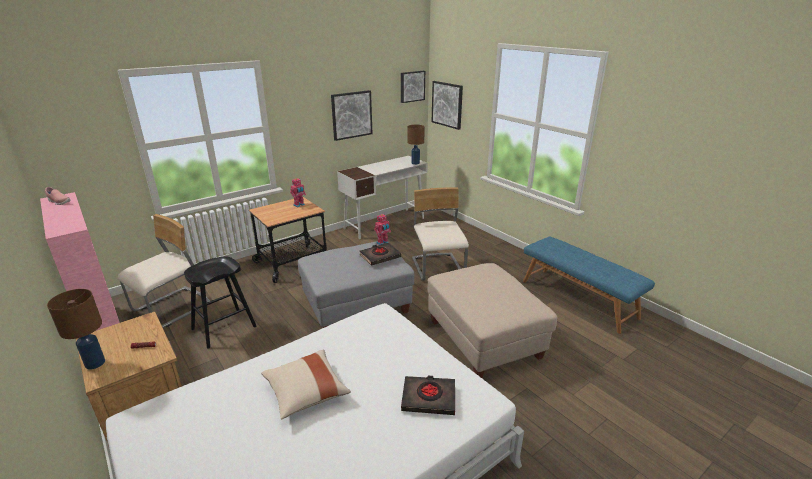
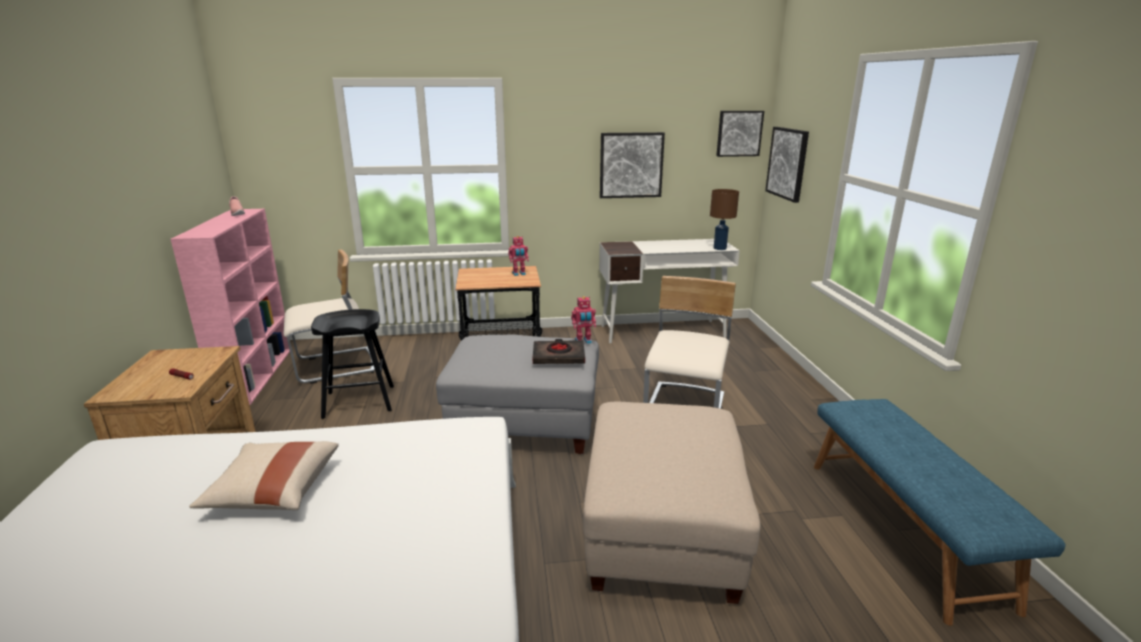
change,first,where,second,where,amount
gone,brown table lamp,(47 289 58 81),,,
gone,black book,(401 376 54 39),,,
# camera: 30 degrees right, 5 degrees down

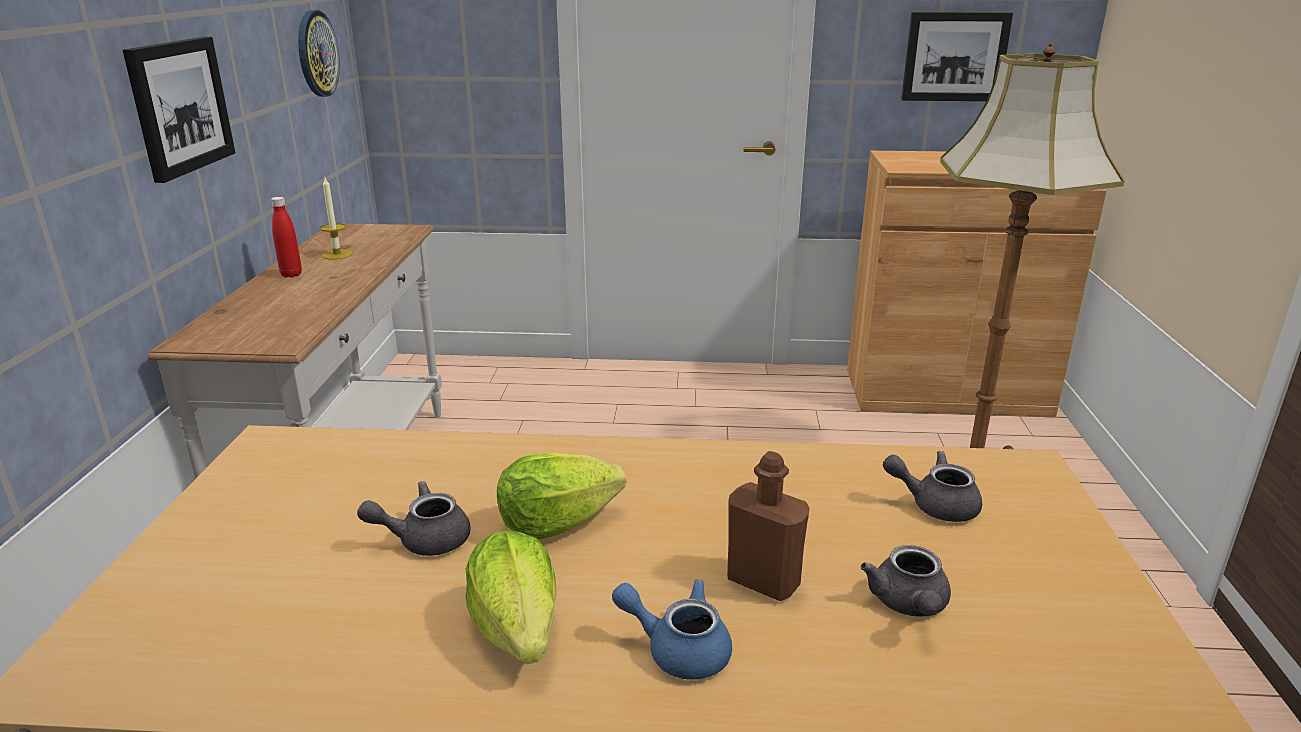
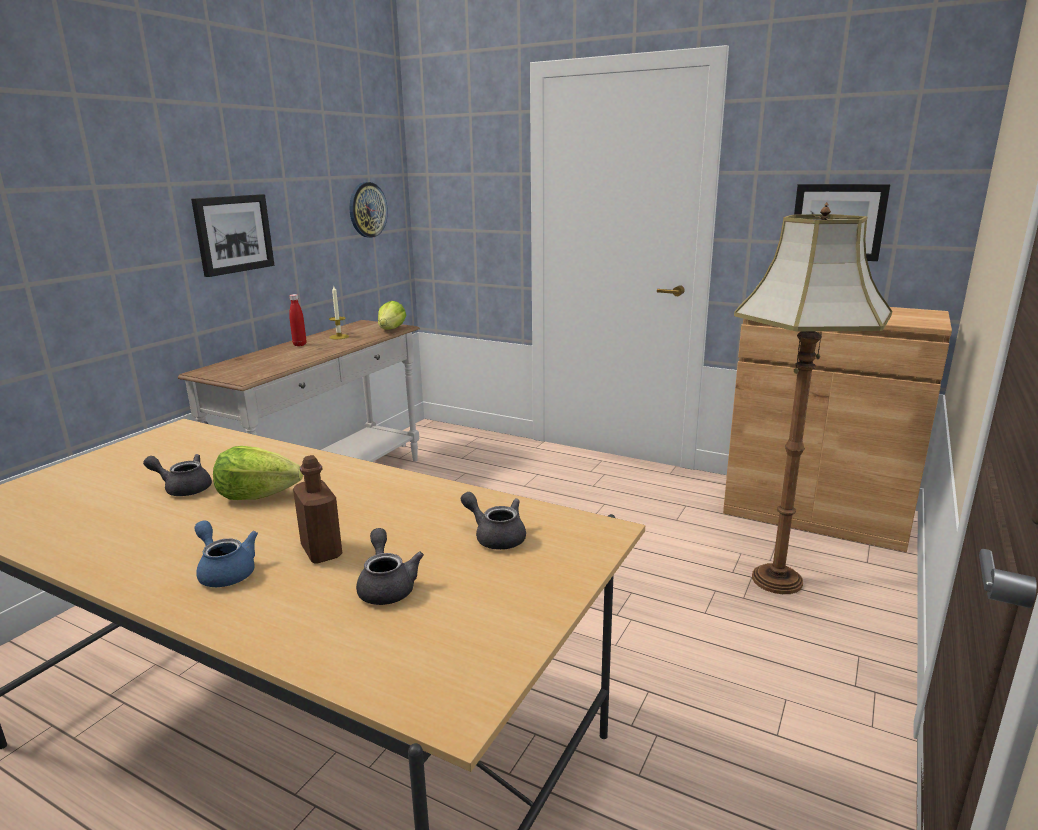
change,first,where,second,where,amount
shifted,lettuce,(465 531 92 133),,(378 301 29 29),
rotated,grey teapot,(861 545 90 72),,(356 528 68 77),135 degrees clockwise
# camera: 25 degrees right, 5 degrees down

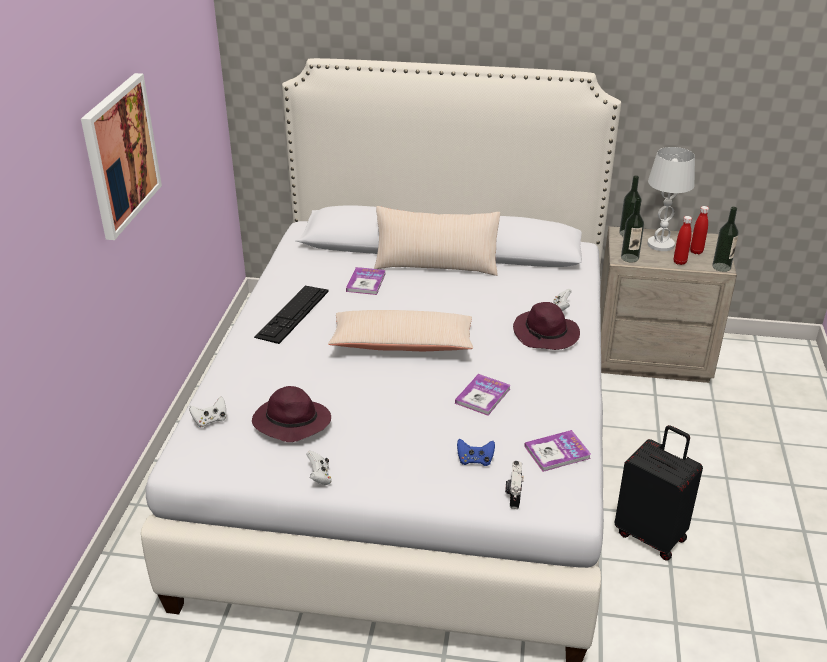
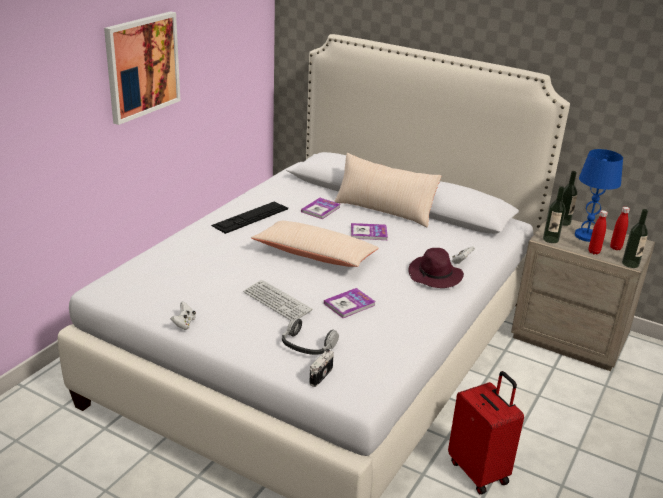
change,first,where,second,where,amount
gone,white game controller,(189 396 38 32),,,
gone,purple hat,(252 386 79 56),,,
new,,,keyboard,(243 280 69 40),
shifted,book,(524 430 67 42),,(351 223 37 17),
swapped,blue game controller,(457 439 38 27),headphones,(282 318 57 37),
repainted,black suitcase,(615 425 88 136),red suitcase,(448 371 76 124),
repainted,white table lamp,(647 147 48 104),blue table lamp,(575 149 48 93),
# camera: 20 degrees right, 5 degrees down

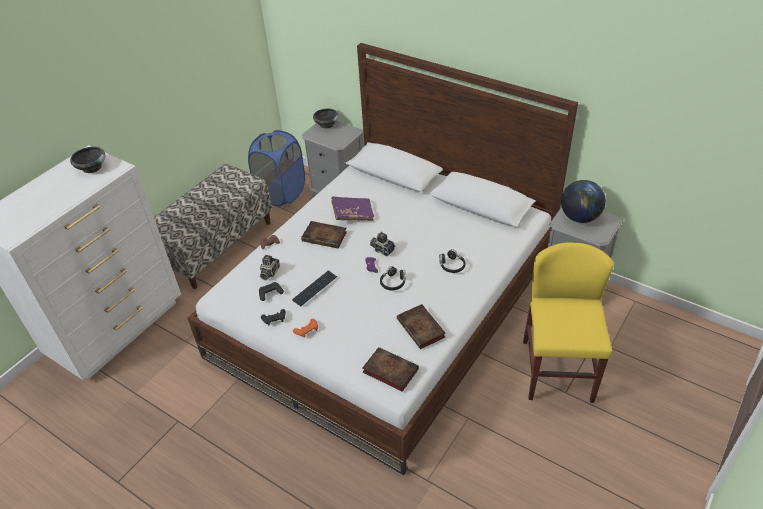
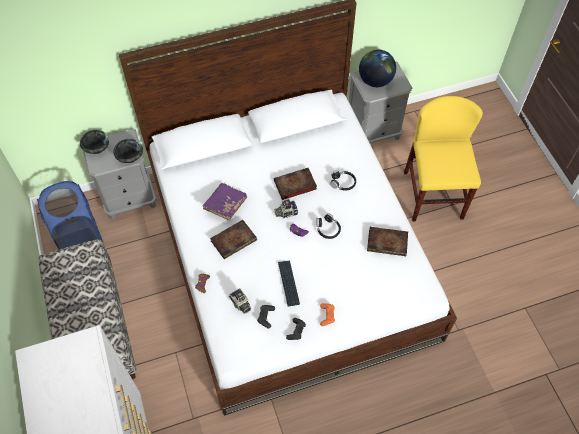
change,first,where,second,where,amount
shifted,black bowl,(70 147 35 26),,(113 139 30 24),
shifted,book,(362 347 57 45),,(274 168 43 32),
rotated,yellow chair,(523 242 91 161),,(404 96 79 125),45 degrees clockwise
# camera: 55 degrees left, 15 degrees up

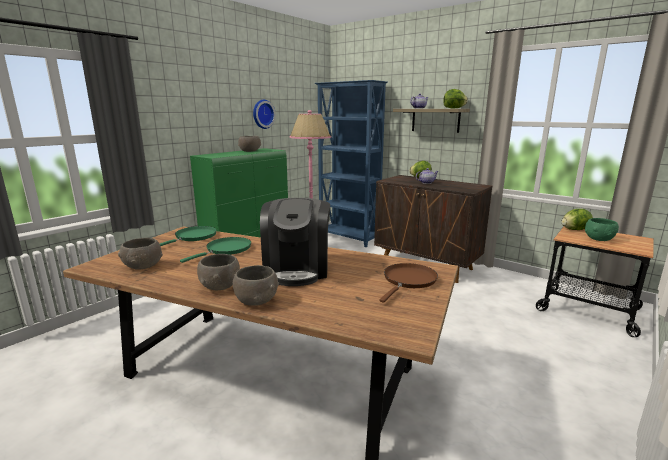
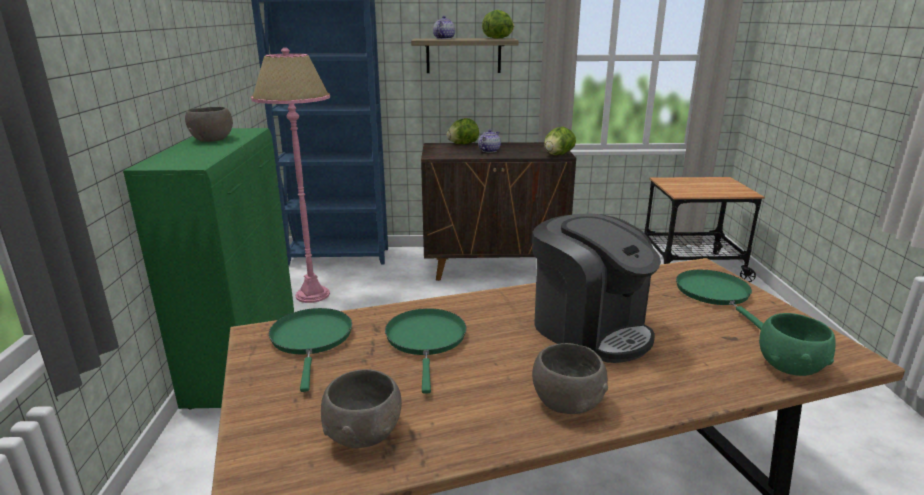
change,first,where,second,where,amount
gone,grey bowl,(233 265 46 41),,,
gone,wall clock,(253 100 23 29),,,
shifted,lettuce,(562 209 31 21),,(544 127 32 28),
shifted,green bowl,(585 218 34 23),,(759 313 77 63),
repainted,brown frying pan,(379 263 59 40),green frying pan,(676 270 87 60),
# camera: 40 degrees left, 5 degrees up

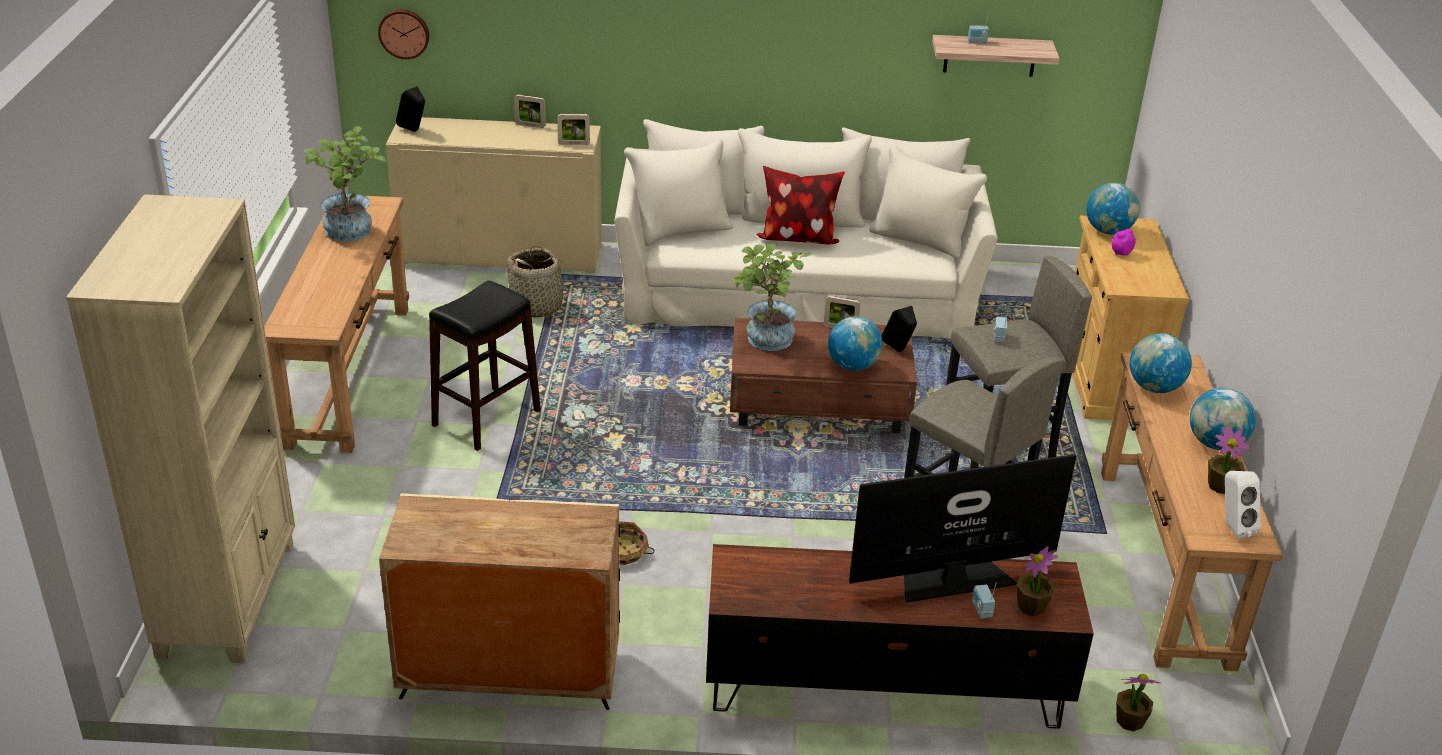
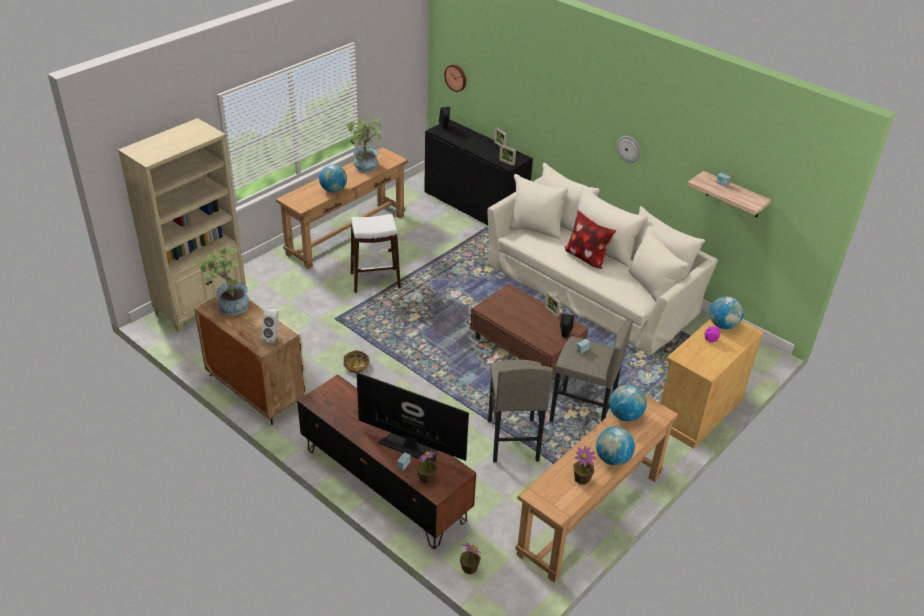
change,first,where,second,where,amount
gone,basket,(505 245 69 73),,,
new,,,wall clock,(616 136 25 27),
shifted,potted plant,(733 244 78 107),,(195 246 54 69),
shifted,globe,(828 316 55 55),,(319 164 28 29),
shifted,white speaker,(1225 471 36 68),,(261 309 18 35),
repainted,beige cabinet,(386 117 216 156),black cabinet,(424 119 109 106),
repainted,black stool,(429 281 112 170),white stool,(351 214 50 79),
# camera: 40 degrees right, 5 degrees up

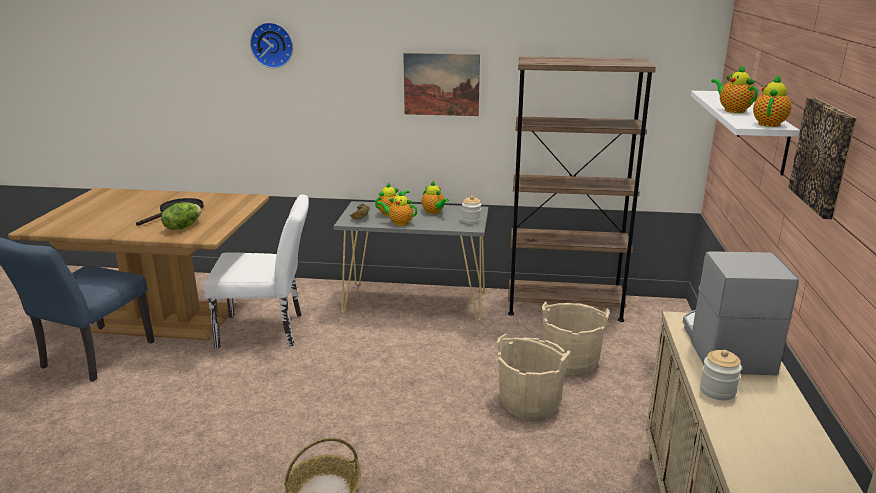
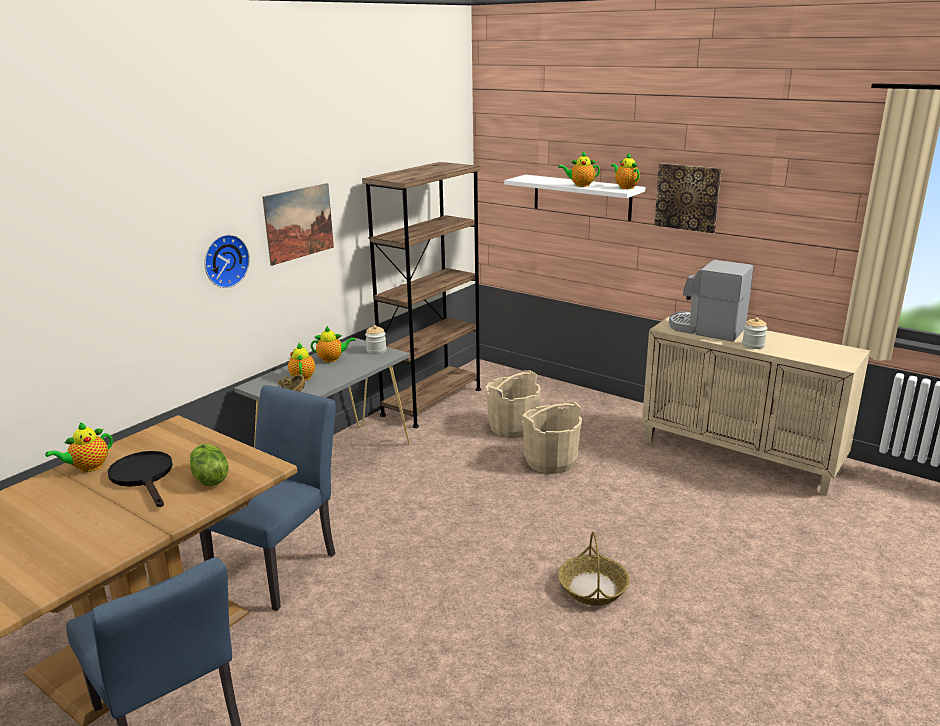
change,first,where,second,where,amount
shifted,wall clock,(250 22 43 46),,(204 234 46 54),
shifted,teapot,(377 191 40 35),,(45 422 68 50),
repainted,white chair,(204 194 105 155),blue chair,(199 385 137 226),
# camera: 60 degrees left, 0 degrees up

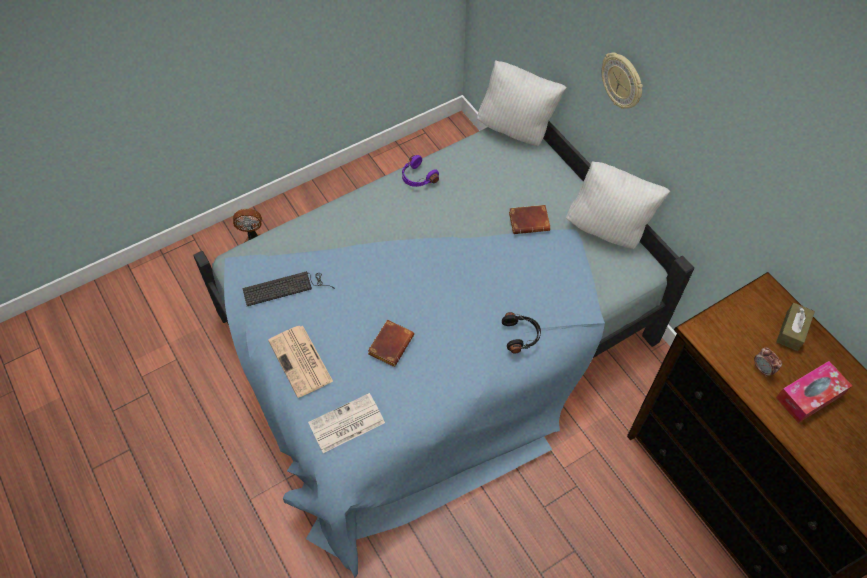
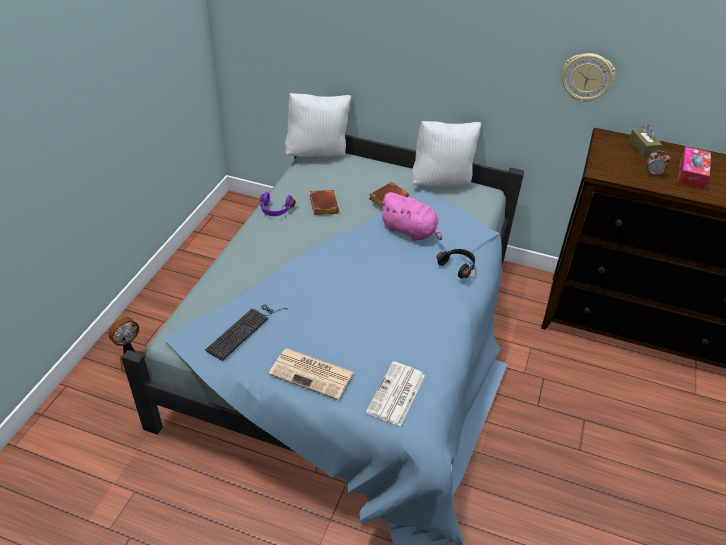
change,first,where,second,where,amount
new,,,pink plush toy,(379 192 63 49),
shifted,brown book,(368 320 46 47),,(309 190 30 25),
shifted,wall clock,(602 53 41 56),,(562 53 53 49),
# camera: 40 degrees left, 15 degrees down

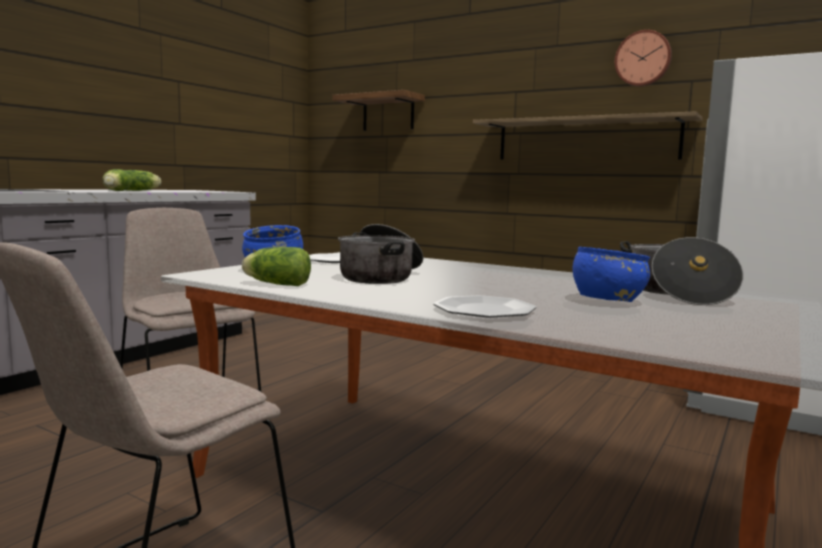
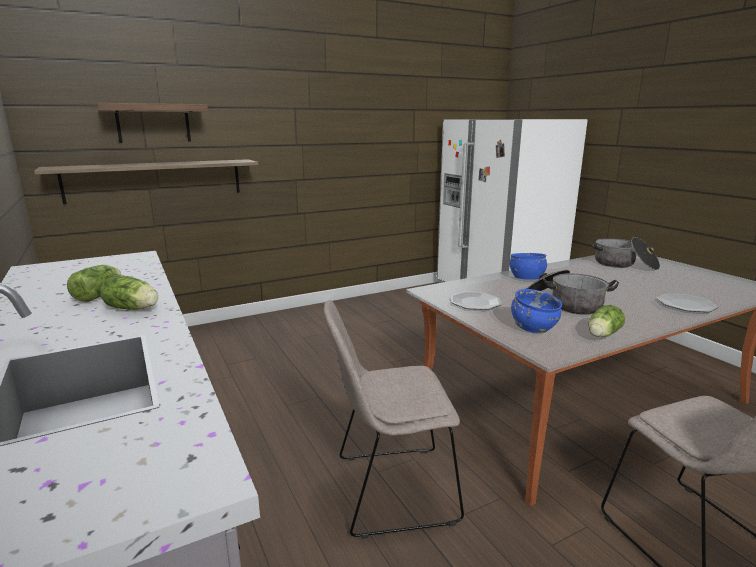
change,first,where,second,where,amount
gone,wall clock,(615 30 57 57),,,
shifted,shelf,(473 111 230 49),,(34 159 224 45),
shifted,blue bowl,(573 247 77 55),,(510 253 37 27),
# camera: 60 degrees left, 10 degrees up

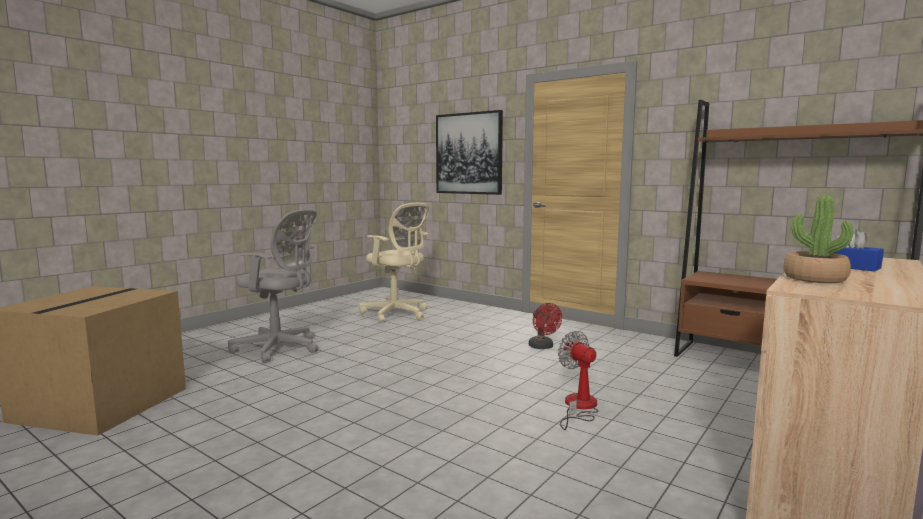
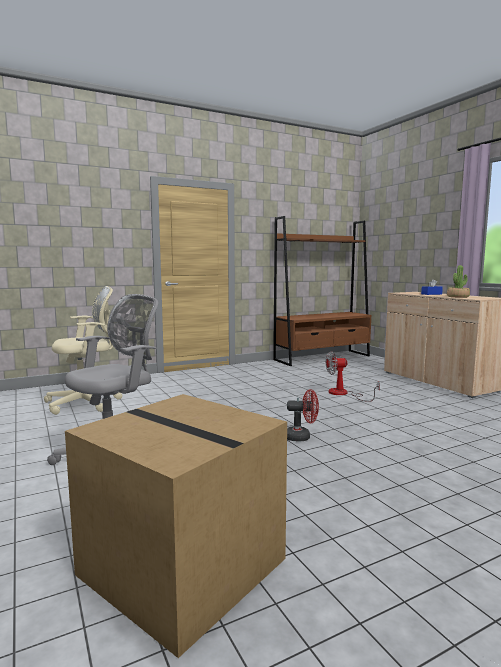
change,first,where,second,where,amount
gone,picture,(436 110 67 85),,,
shifted,red fan,(529 303 33 46),,(287 389 32 52),
# camera: 65 degrees left, 0 degrees up

